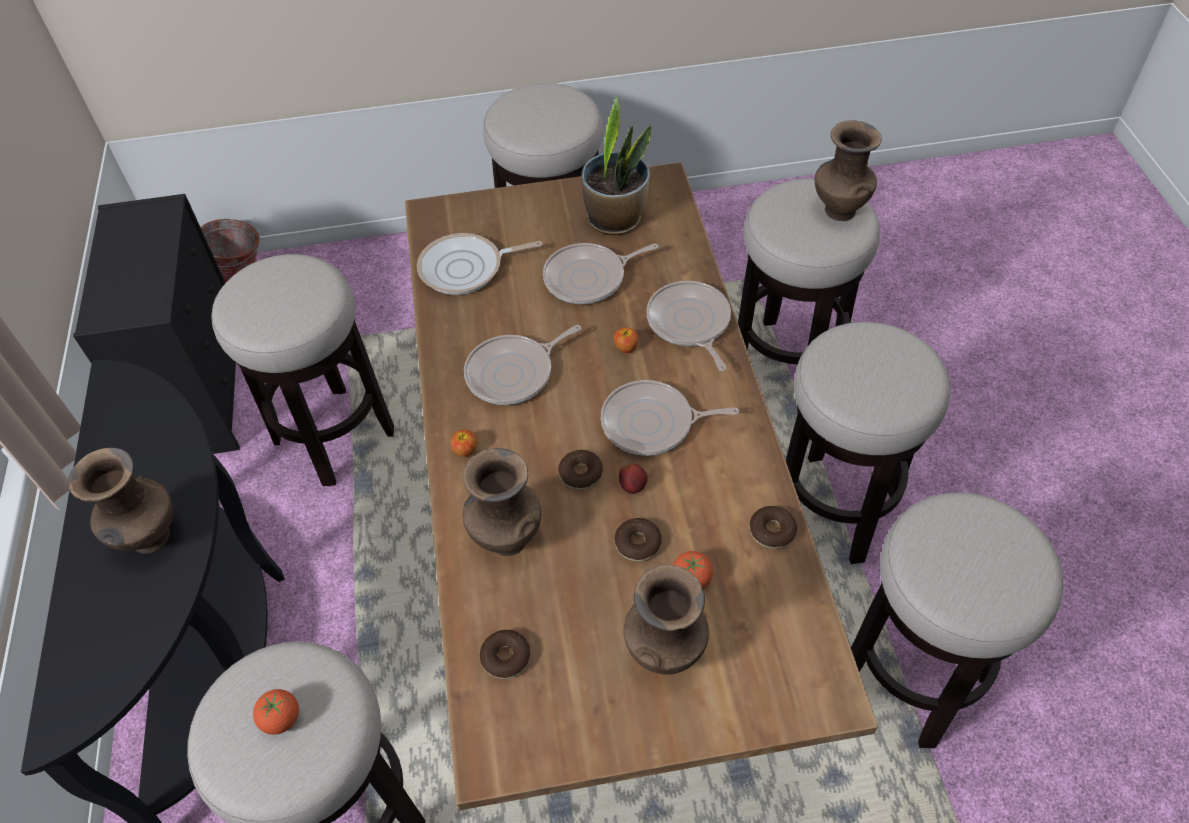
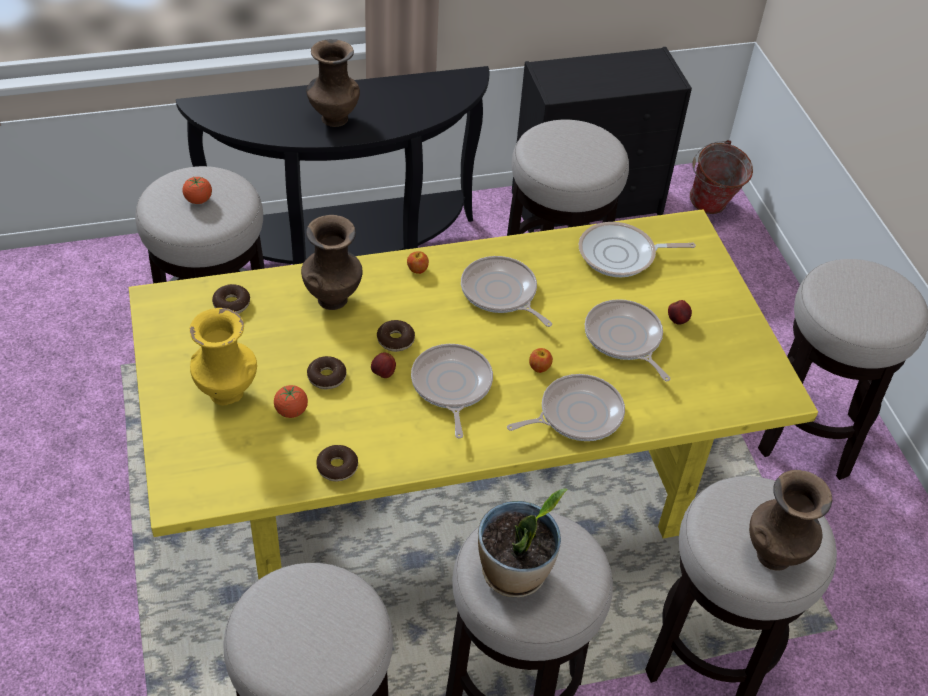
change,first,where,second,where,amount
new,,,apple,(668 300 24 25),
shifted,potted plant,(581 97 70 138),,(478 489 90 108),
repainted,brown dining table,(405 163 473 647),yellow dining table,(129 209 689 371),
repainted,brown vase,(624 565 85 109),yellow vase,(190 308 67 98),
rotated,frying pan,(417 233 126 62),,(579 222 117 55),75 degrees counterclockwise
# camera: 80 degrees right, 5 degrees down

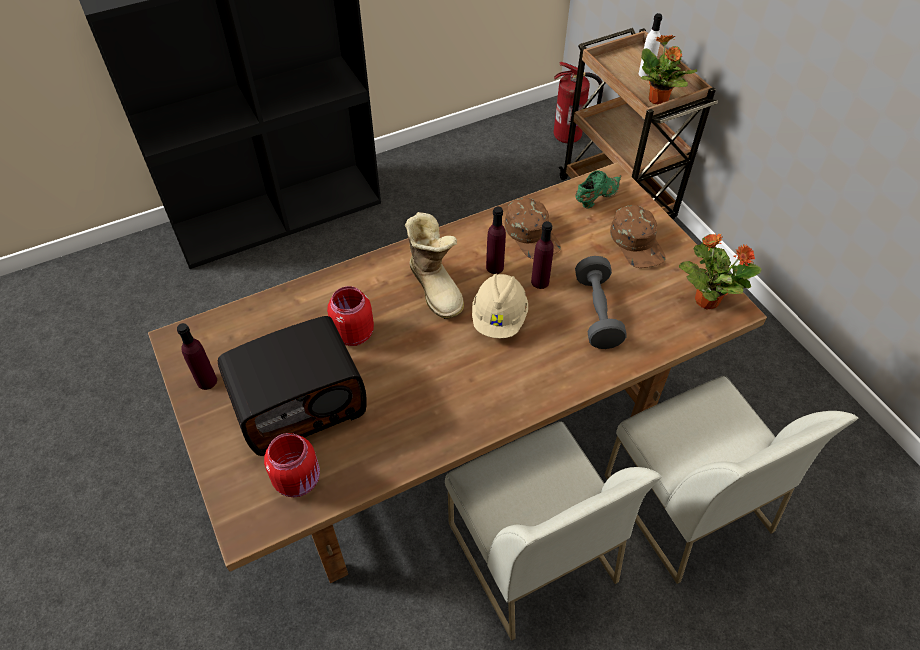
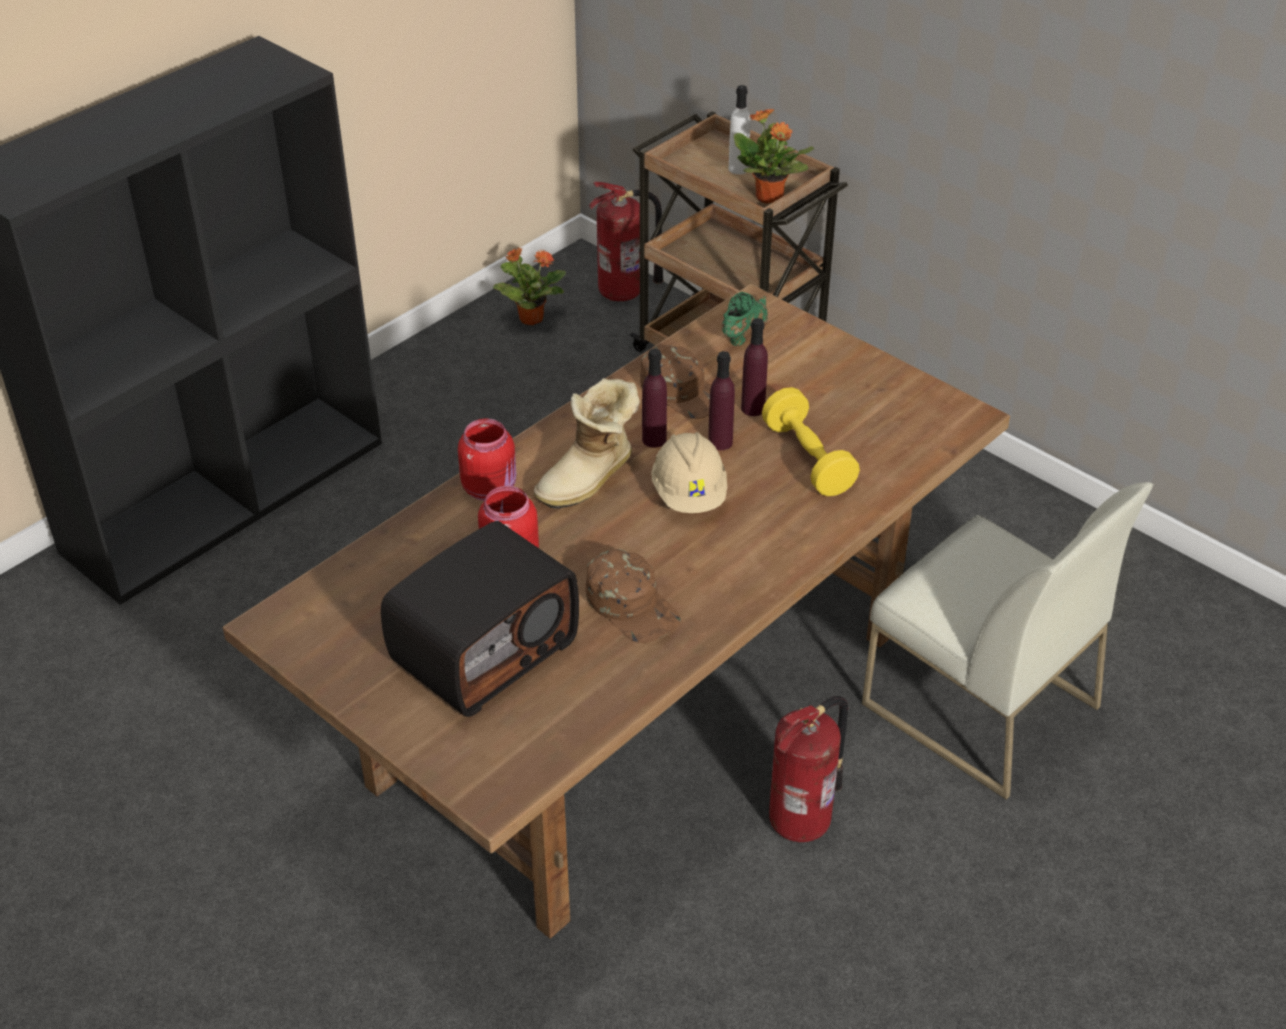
change,first,where,second,where,amount
shifted,purple bottle,(177 323 40 67),,(741 318 27 98),
shifted,red jar,(264 433 56 64),,(458 419 58 82),
shifted,brown cap,(610 205 56 63),,(585 549 96 94),
shifted,potted plant,(679 233 83 77),,(493 247 73 78),
swapped,white chair,(445 421 216 220),fire extinguisher,(769 696 79 146),
repainted,grey dumbbell,(575 256 52 93),yellow dumbbell,(762 387 98 109),
rotated,boot,(405 212 59 107),,(534 378 106 131),90 degrees clockwise
# camera: 20 degrees left, 10 degrees down

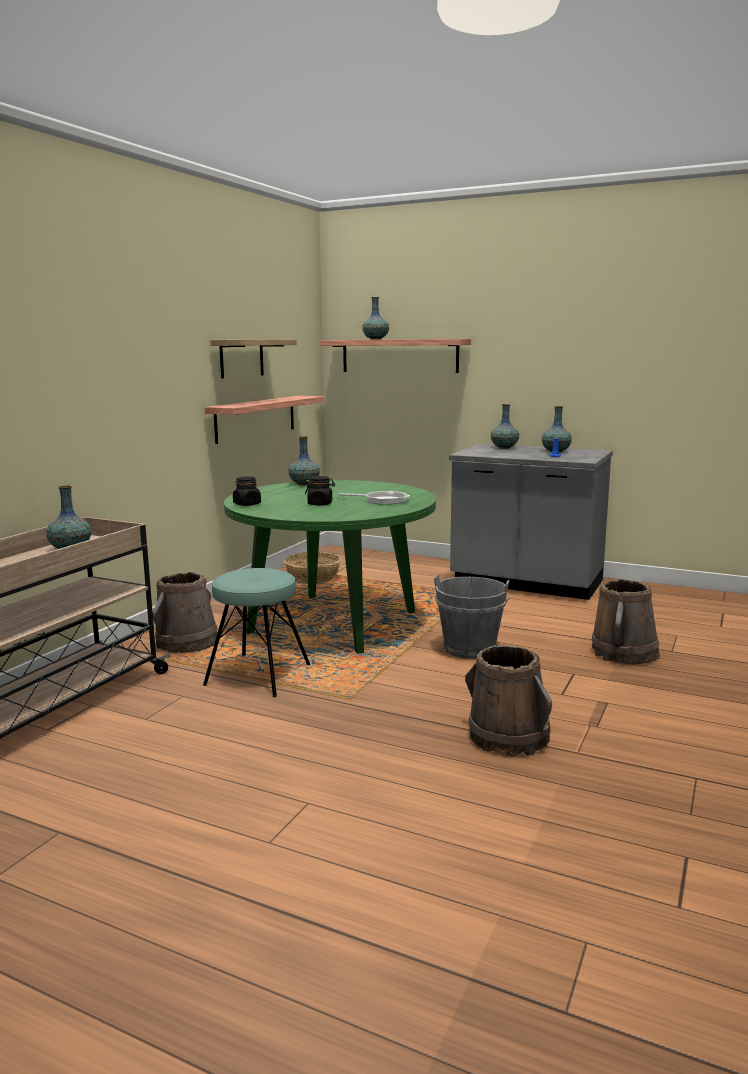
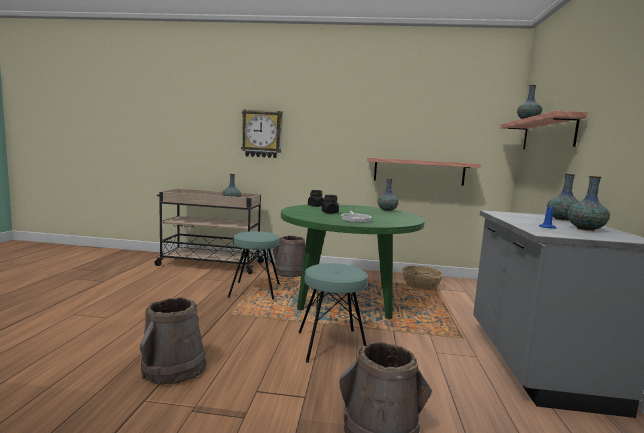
change,first,where,second,where,amount
gone,shelf,(211 339 86 39),,,
new,,,wall clock,(241 110 42 48),
swapped,grey bucket,(434 574 76 85),turquoise stool,(298 263 70 99),
# camera: 70 degrees right, 5 degrees down

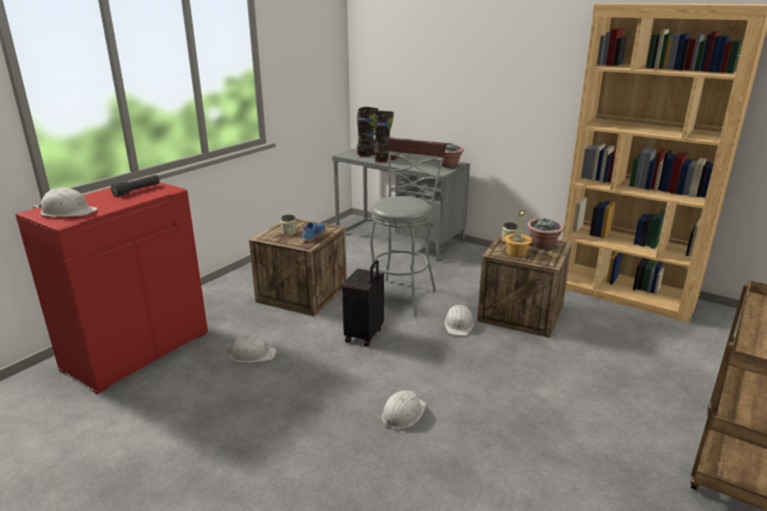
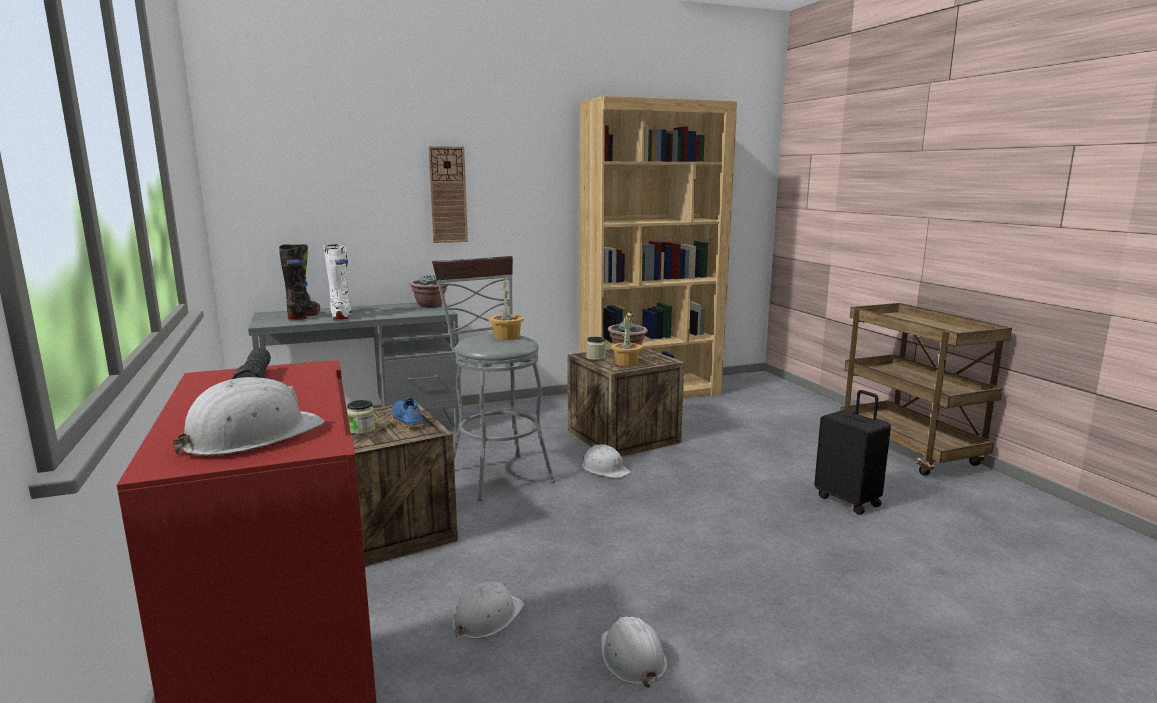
change,first,where,second,where,amount
new,,,wall clock,(428 146 40 97),
new,,,potted plant,(488 279 36 61),
shifted,black suitcase,(342 260 42 87),,(814 390 77 125),
shifted,white hard hat,(381 390 46 39),,(601 616 66 72),
repainted,black boot,(374 111 26 52),white boot,(323 244 29 76),
# camera: 55 degrees left, 10 degrees down

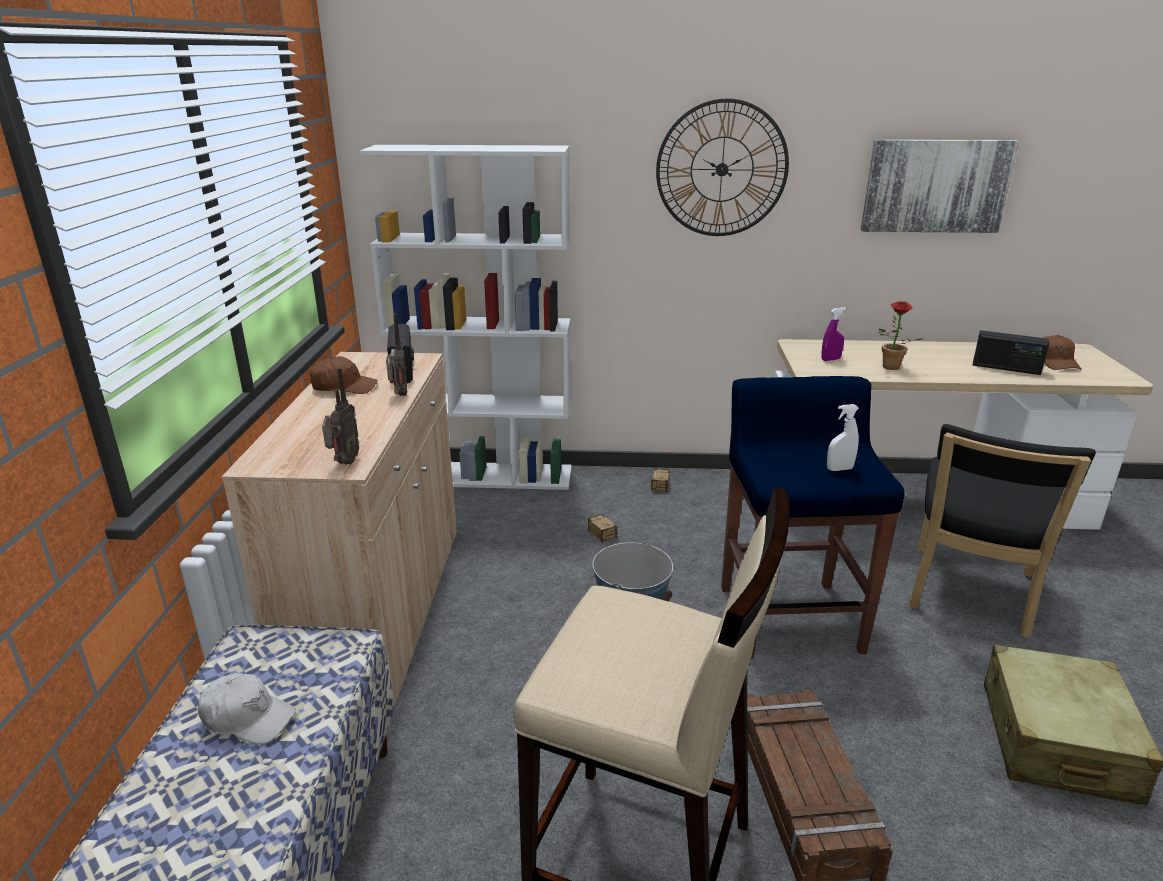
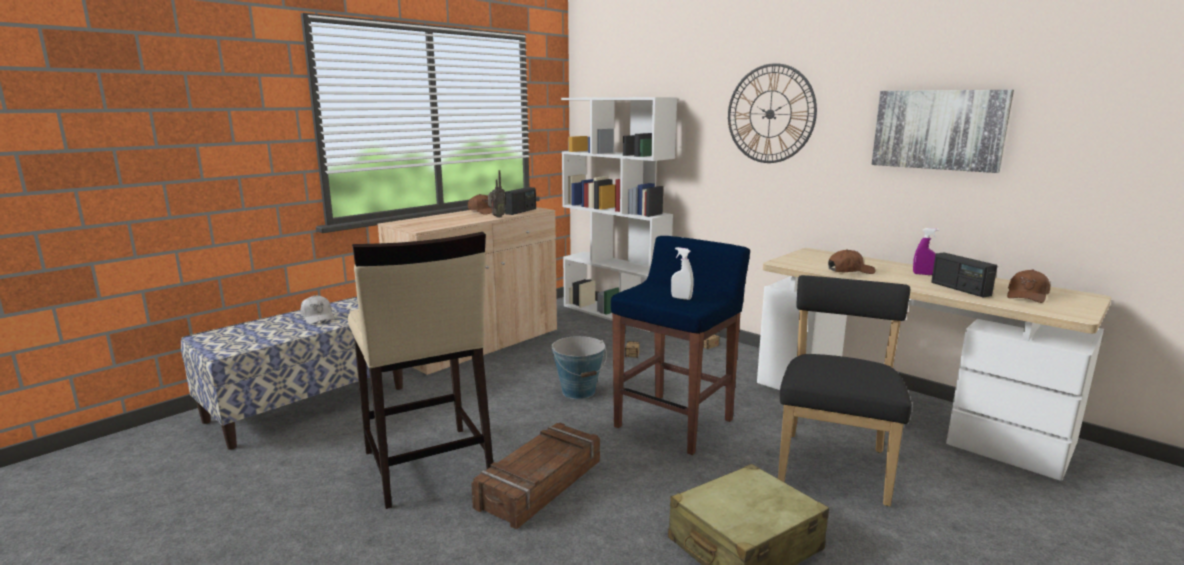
change,first,where,second,where,amount
gone,radio,(322 368 37 97),,,
shifted,purple spray bottle,(821 307 25 54),,(913 228 26 47),
swapped,potted plant,(878 301 45 69),brown cap,(828 249 48 25),
rotated,black chair,(909 424 187 213),,(778 275 134 231),135 degrees clockwise
# camera: 40 degrees right, 10 degrees down

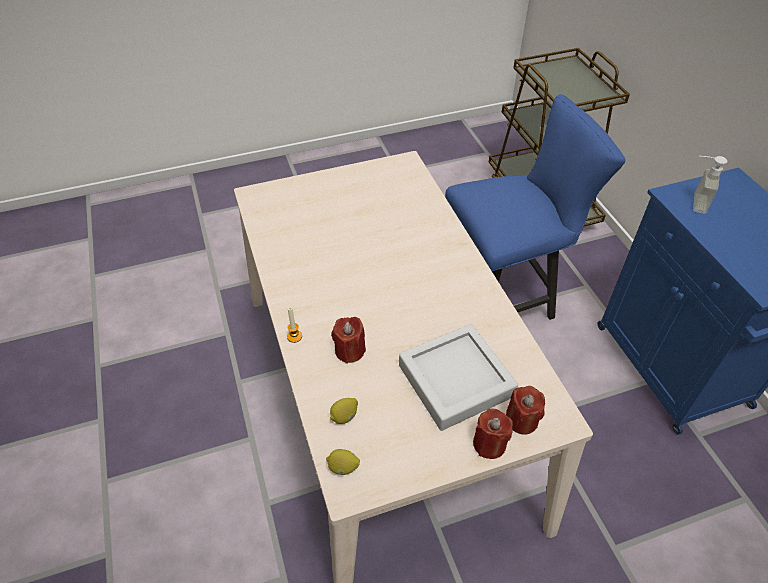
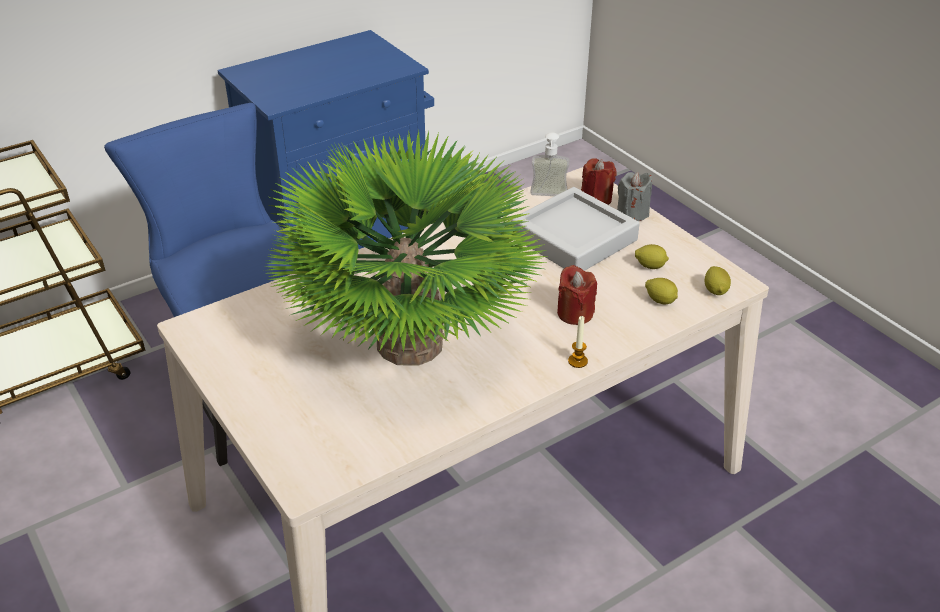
change,first,where,second,where,amount
new,,,potted plant,(263 131 285 235),
new,,,lemon,(635 244 34 25),
shifted,soap dispenser,(693 156 34 58),,(530 132 39 64),
repainted,red candle,(473 408 40 51),grey candle,(617 172 35 49),
# camera: 105 degrees left, 10 degrees down

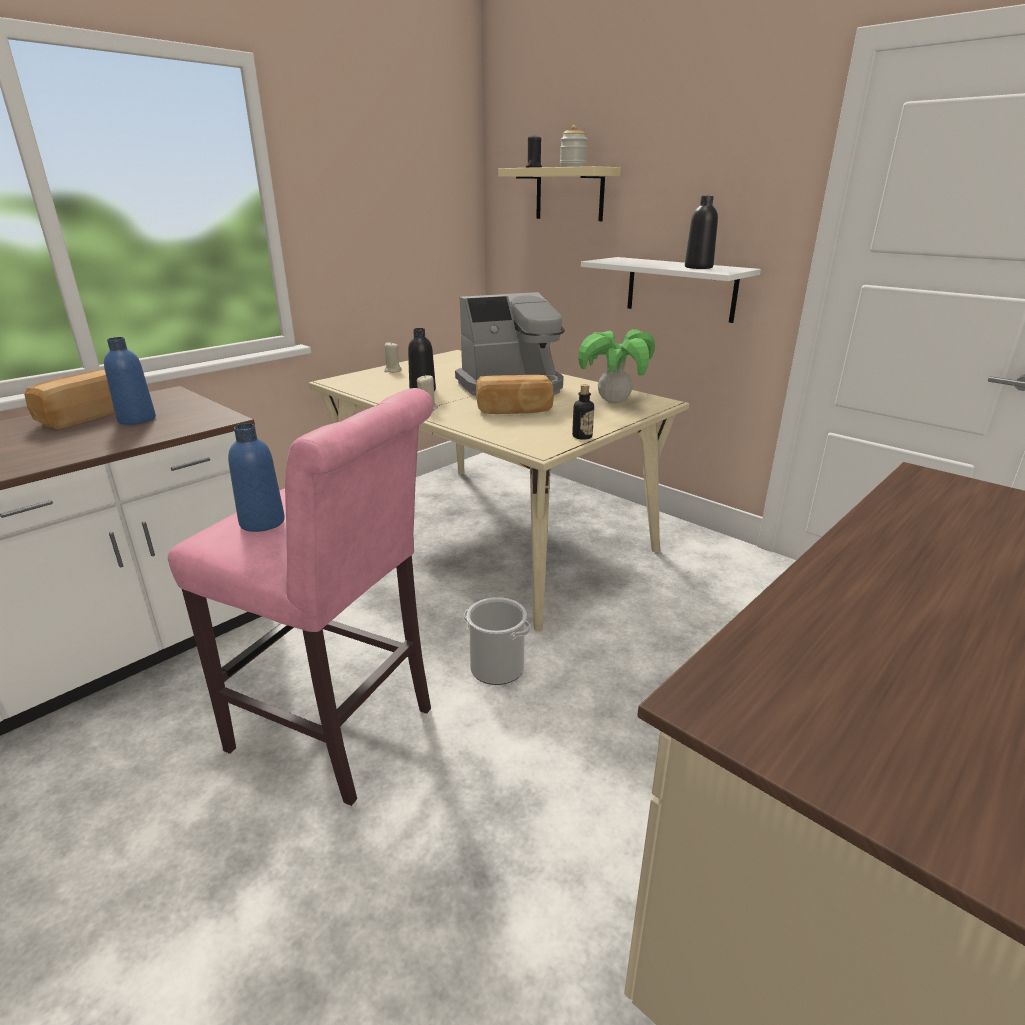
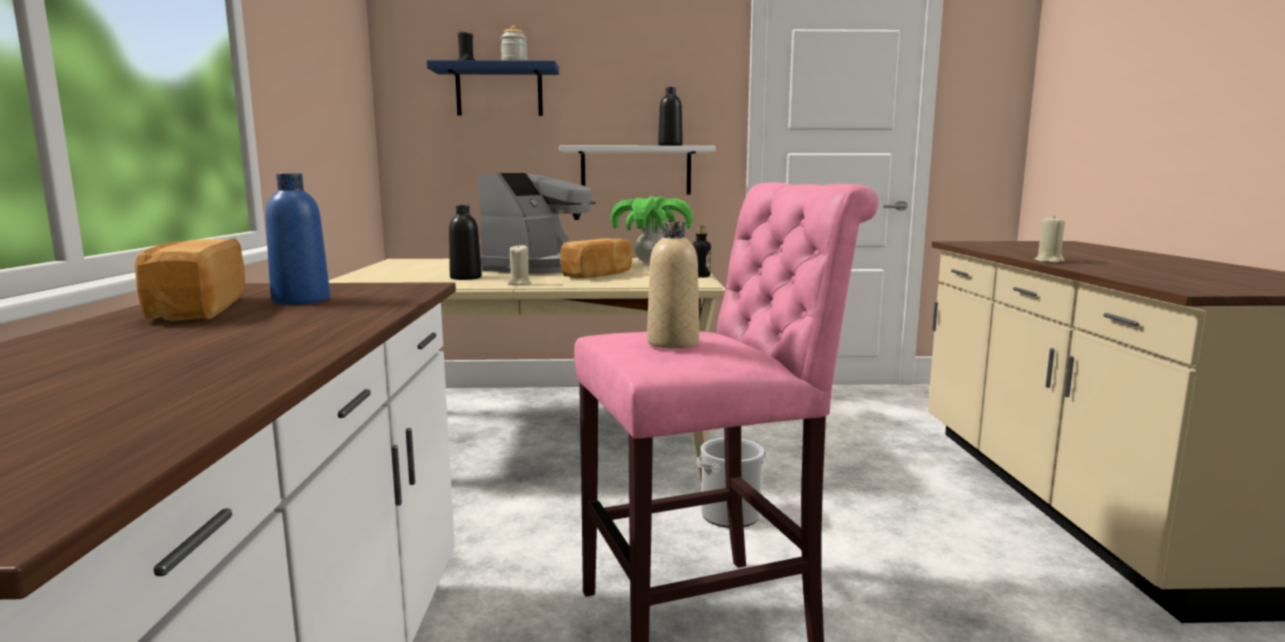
change,first,where,second,where,amount
shifted,beige candle,(384 342 18 31),,(1035 215 30 48),
repainted,blue bottle,(228 424 57 108),beige bottle,(647 221 52 128),
repainted,beige shelf,(498 166 123 55),blue shelf,(427 60 132 56),
# camera: 45 degrees left, 15 degrees down

